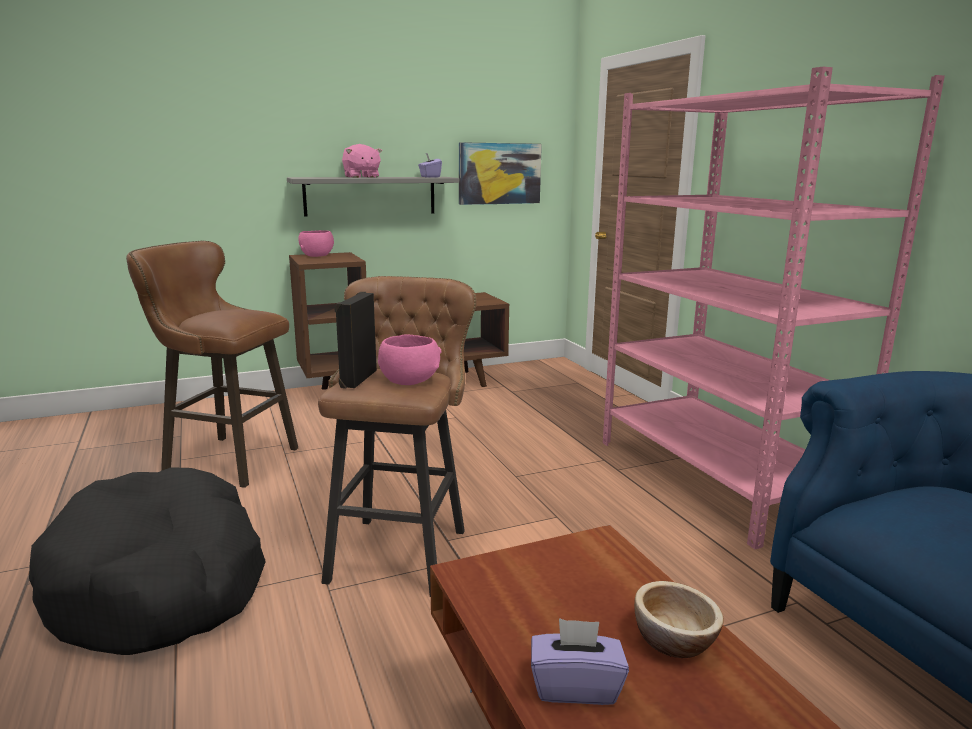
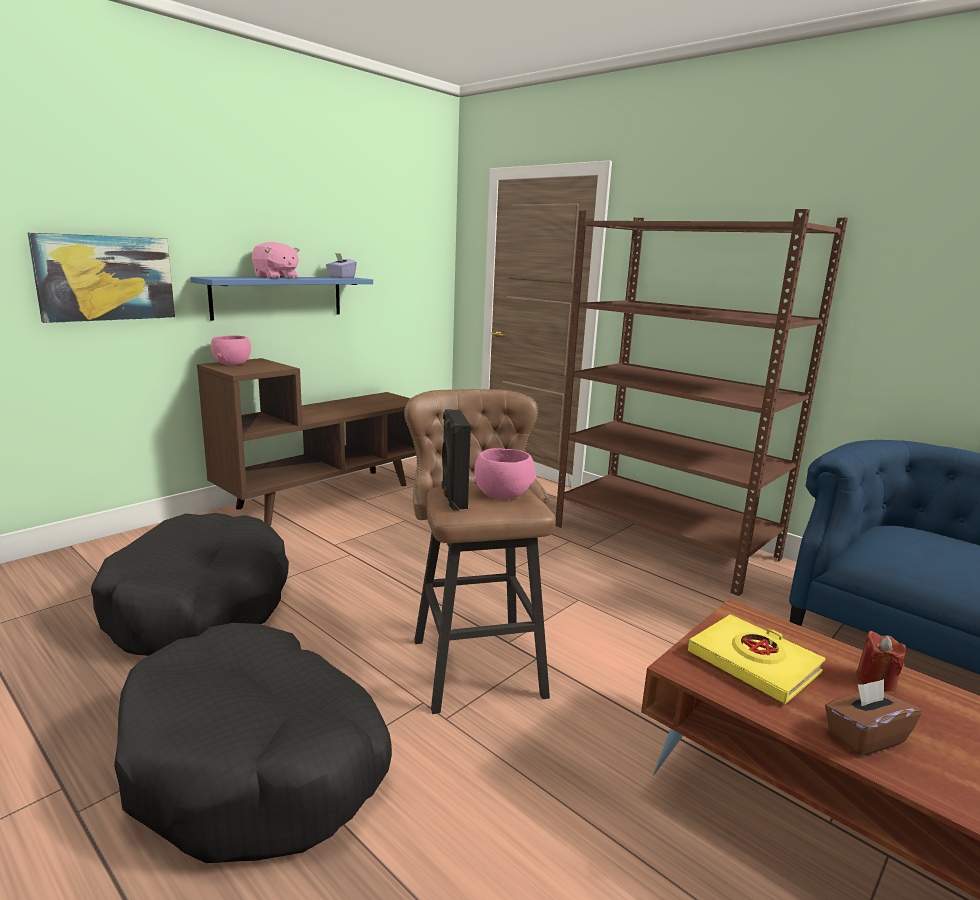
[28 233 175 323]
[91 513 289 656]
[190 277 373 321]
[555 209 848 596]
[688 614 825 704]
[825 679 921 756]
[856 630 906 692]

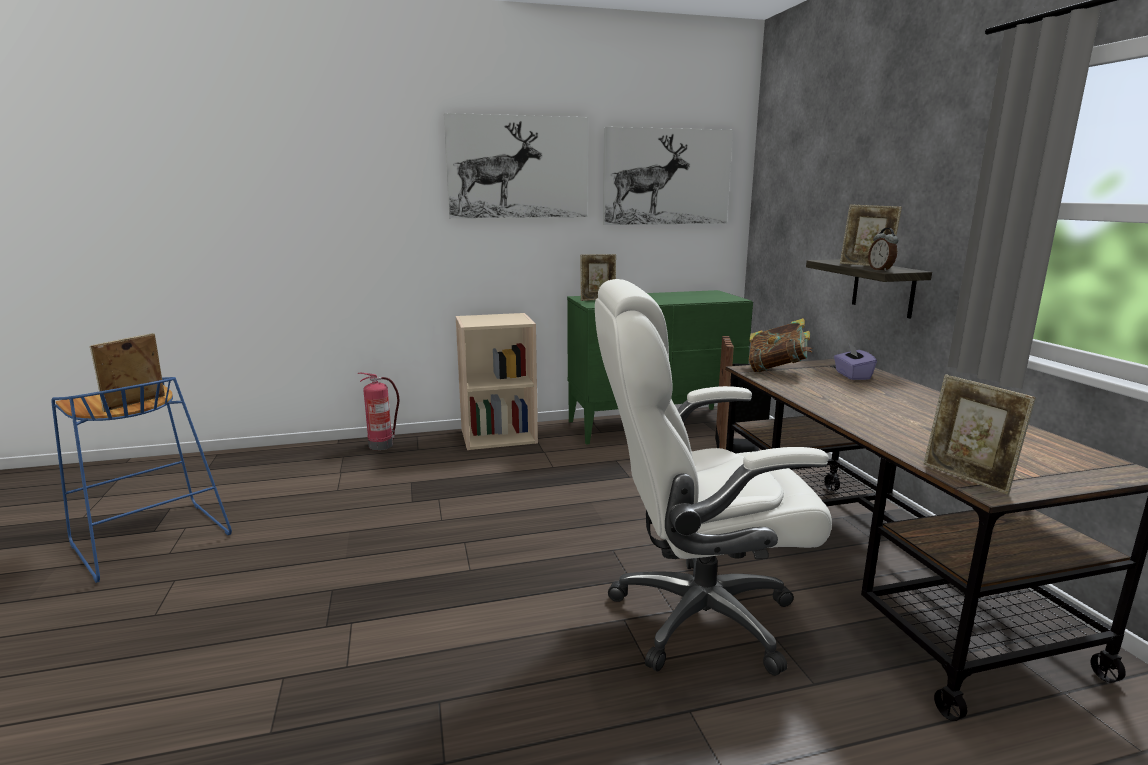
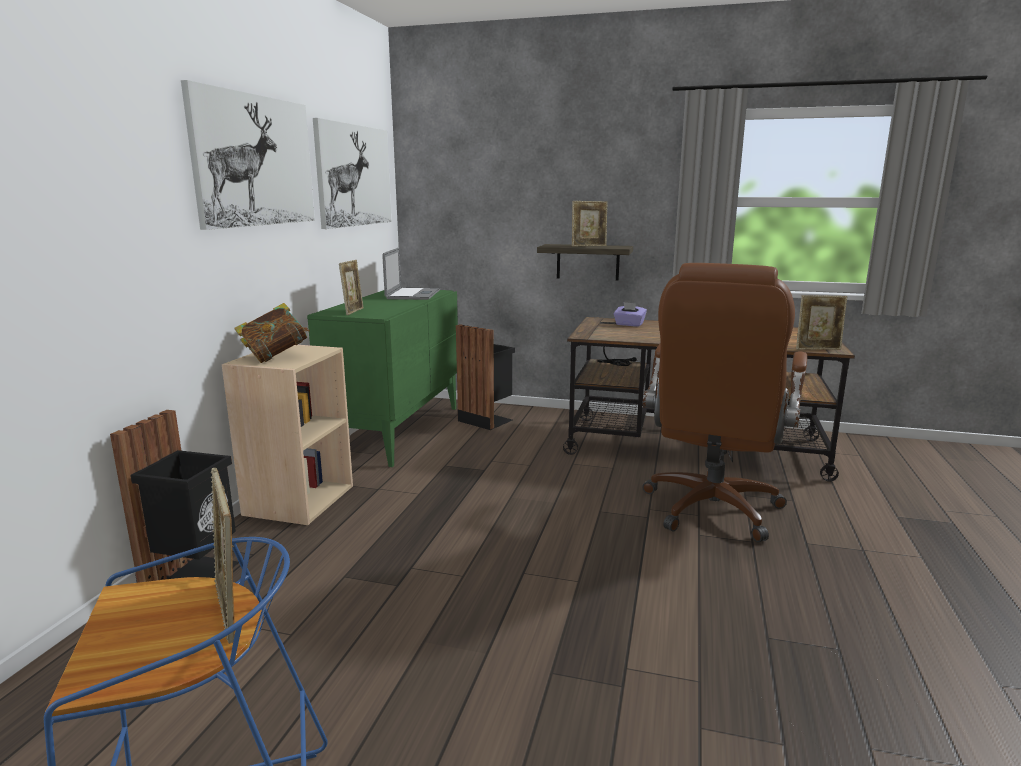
[110 410 239 583]
[234 303 310 363]
[382 248 440 300]
[642 263 807 542]
[868 228 898 272] (first image)

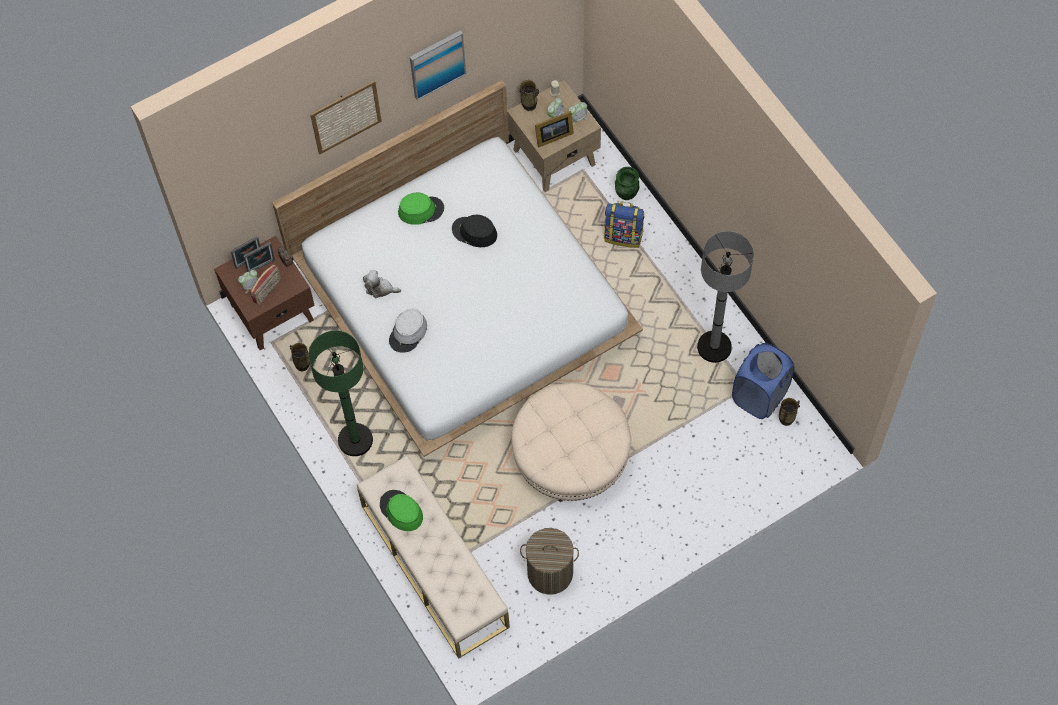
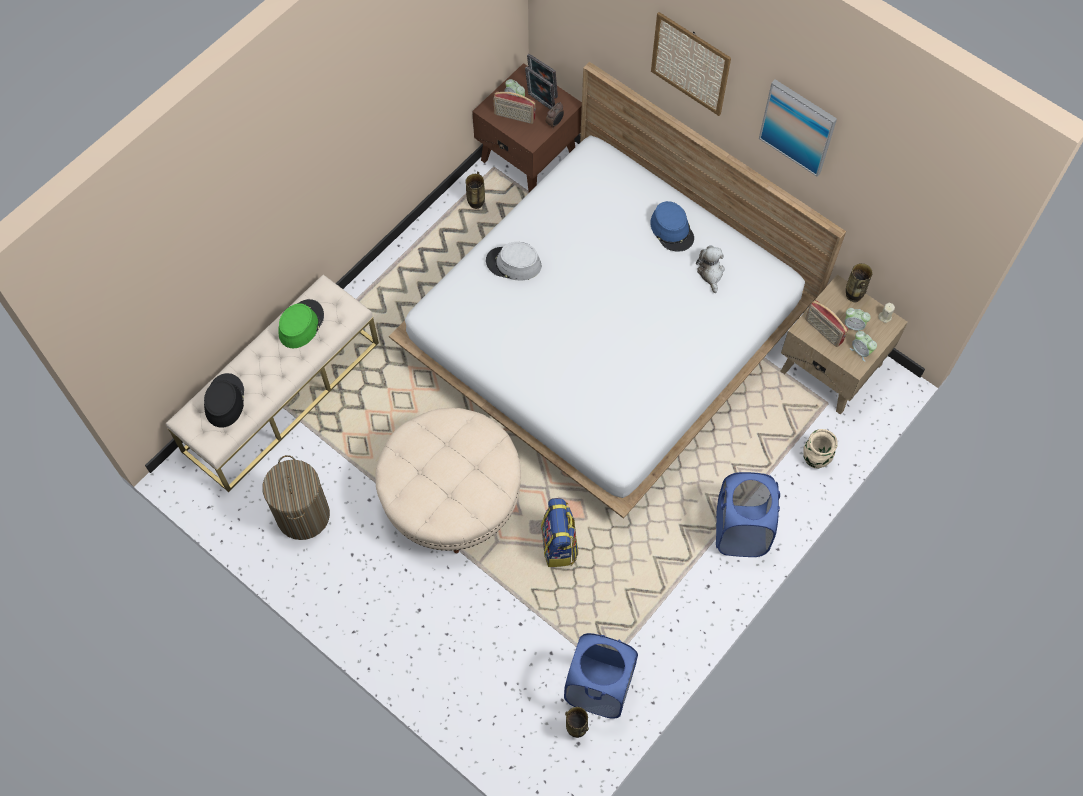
[204 373 244 428]
[541 498 578 567]
[650 201 694 252]
[696 246 725 293]
[716 472 780 557]
[803 429 838 469]
[805 300 848 347]
[308 330 373 456] (first image)
[697 231 754 363] (first image)

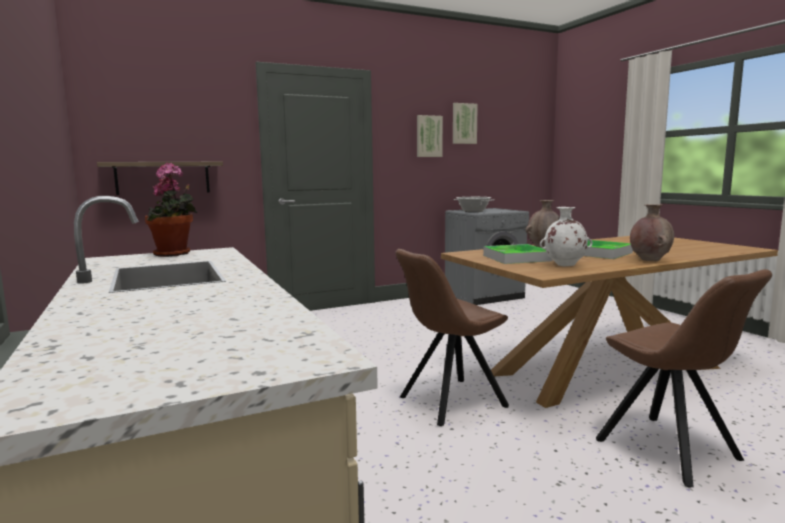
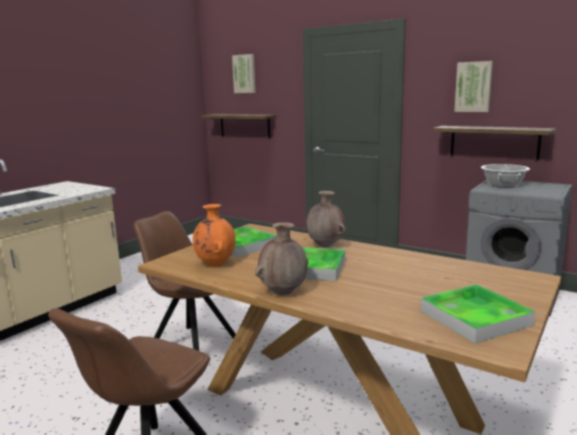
[193 204 236 266]
[232 54 255 93]
[421 284 536 344]
[433 126 556 160]
[145 162 197 257] (first image)

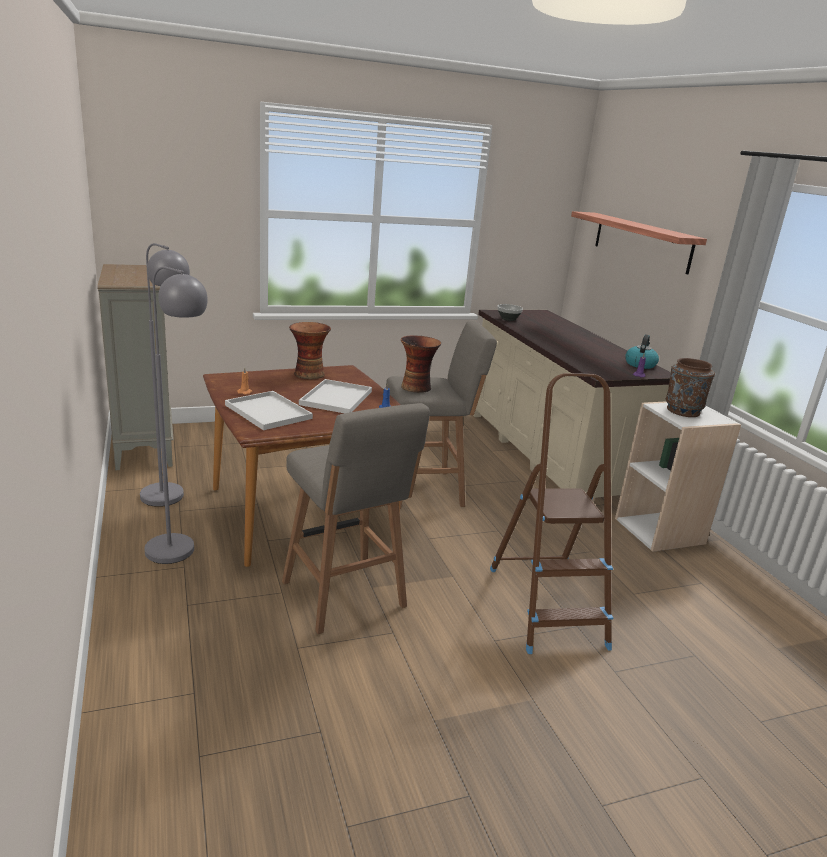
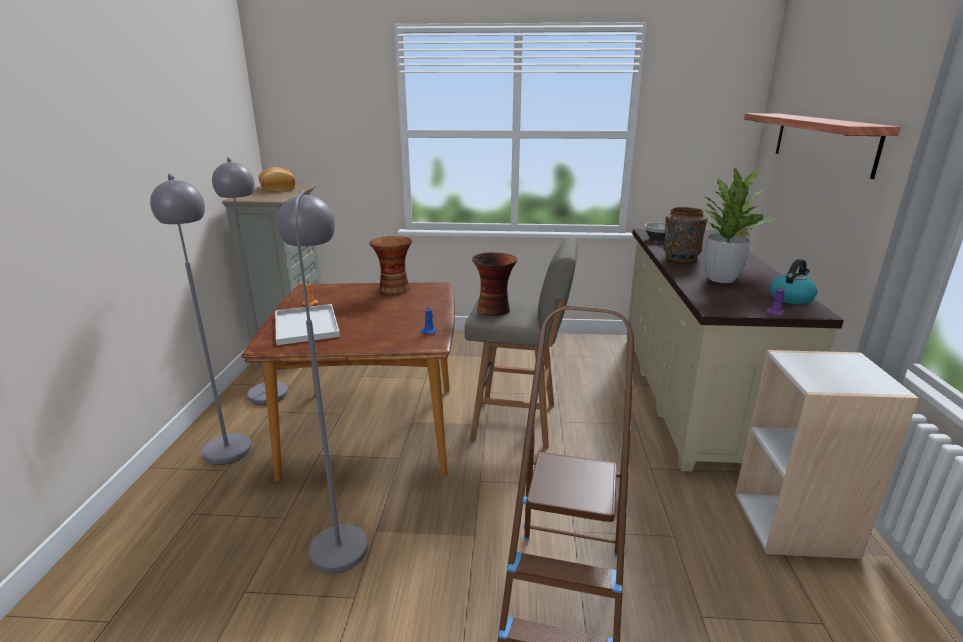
[259 167 295 192]
[277 190 368 573]
[663 207 708 263]
[702 167 776 283]
[299 379 372 413] (first image)

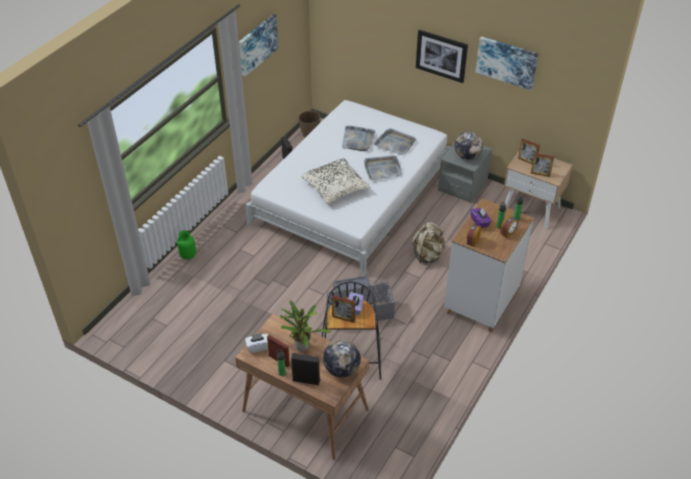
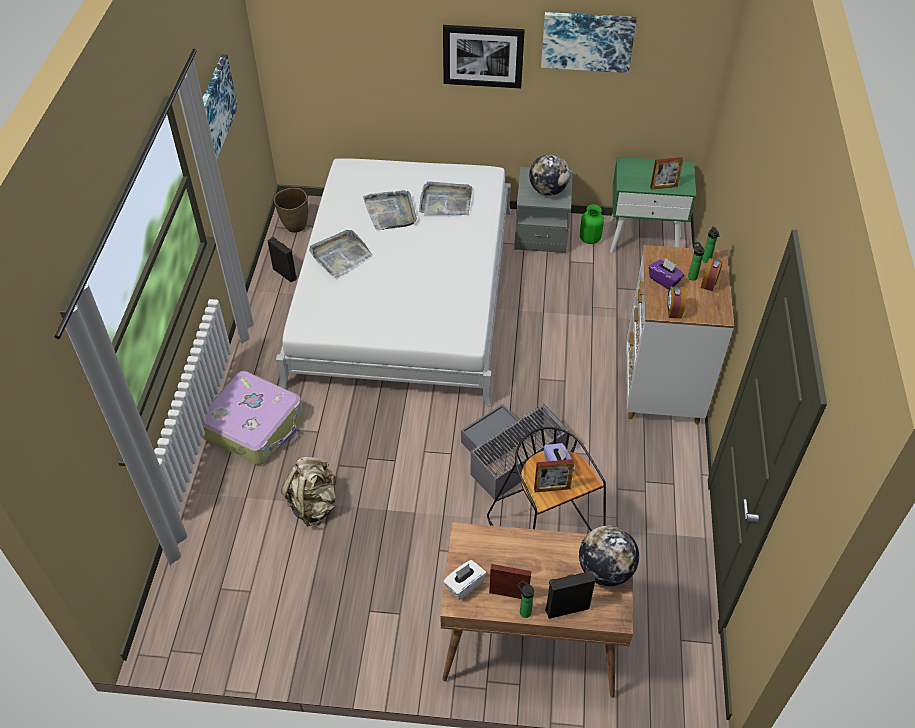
[202 371 303 465]
[281 457 336 527]
[309 230 373 276]
[580 204 604 244]
[610 157 696 253]
[280 300 331 351] (first image)
[302 158 370 204] (first image)
[518 139 540 164] (first image)

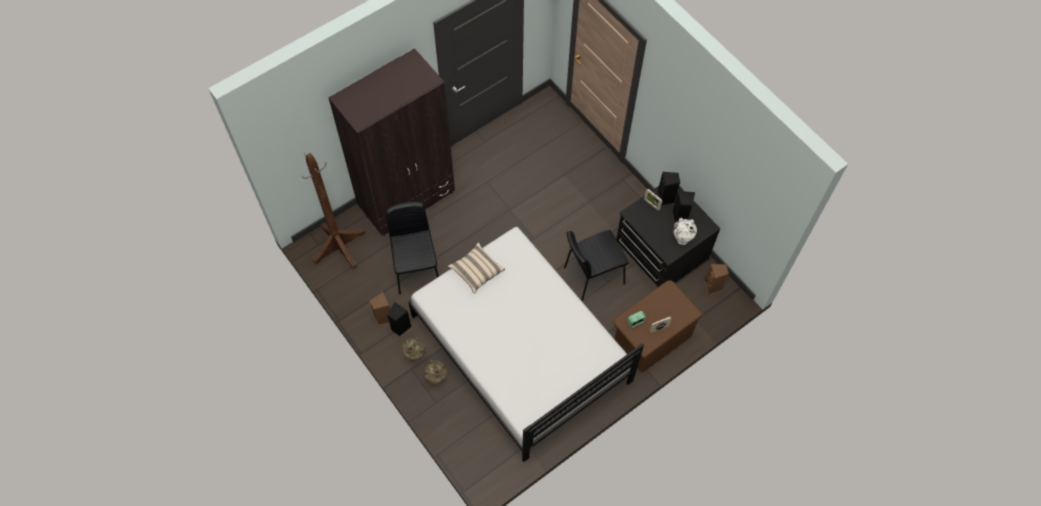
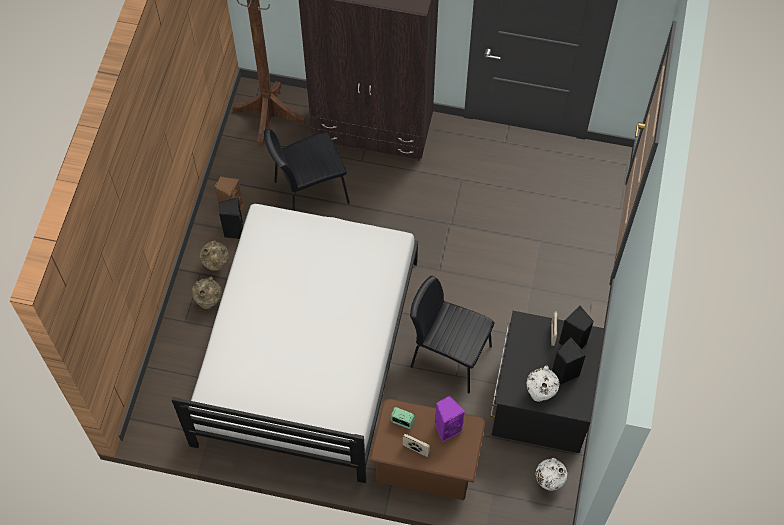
[264 129 350 211]
[435 396 465 443]
[536 458 567 491]
[448 242 505 294] (first image)

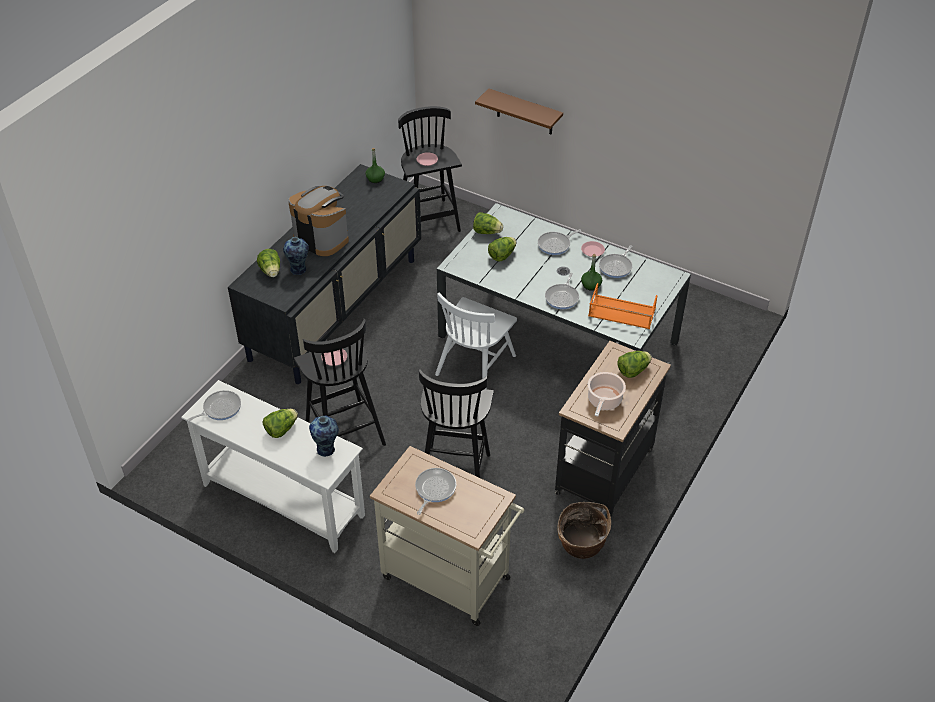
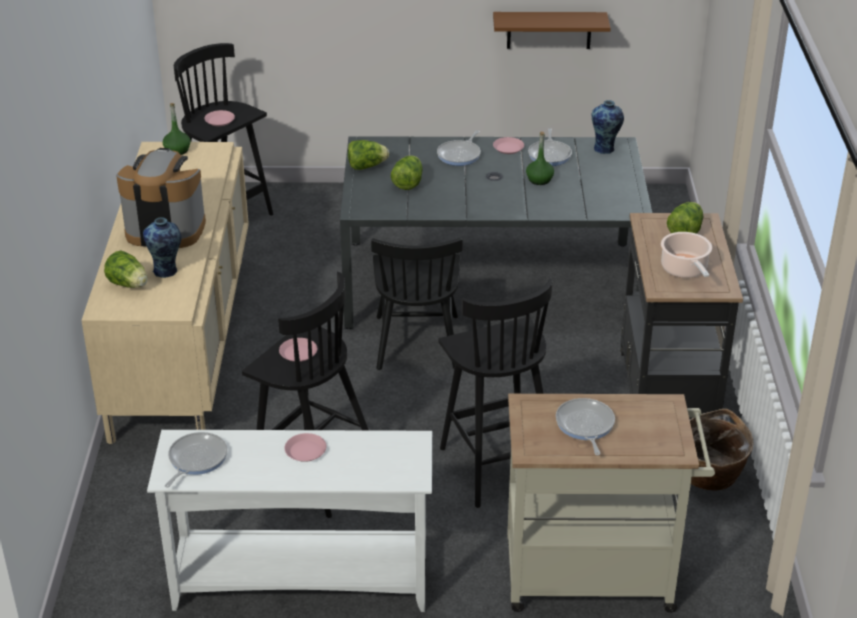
[81 142 249 444]
[284 433 327 462]
[371 238 463 370]
[493 12 611 49]
[592 100 624 154]
[545 273 579 309] (first image)
[588 283 658 329] (first image)

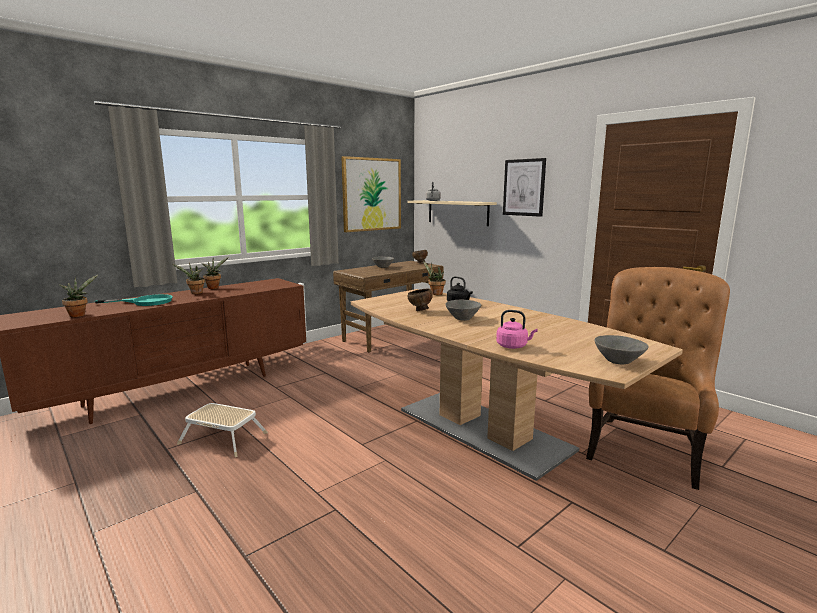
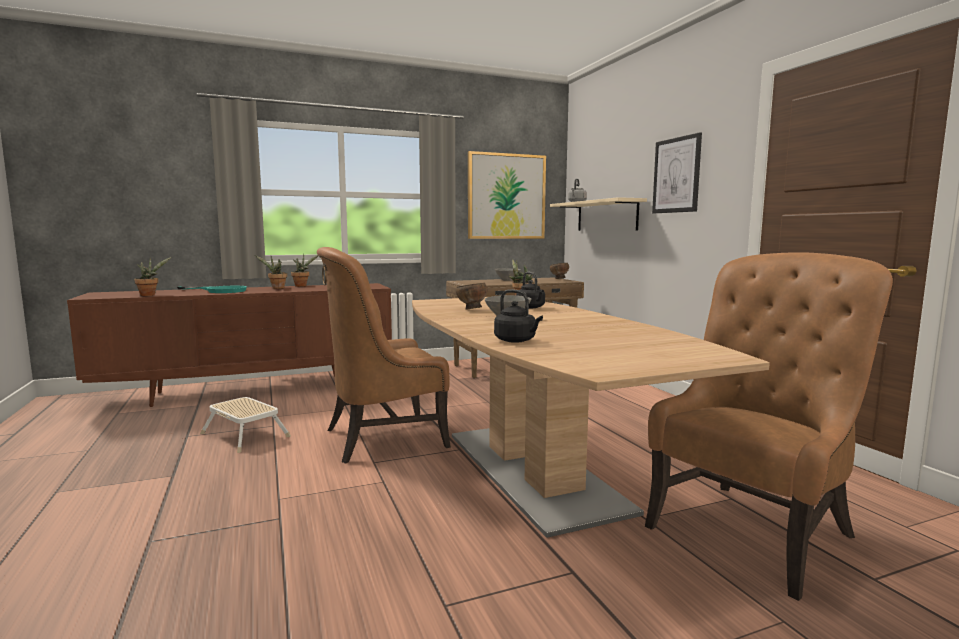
[317 247 451 464]
[494 289 543 343]
[595 335 649 364] (first image)

